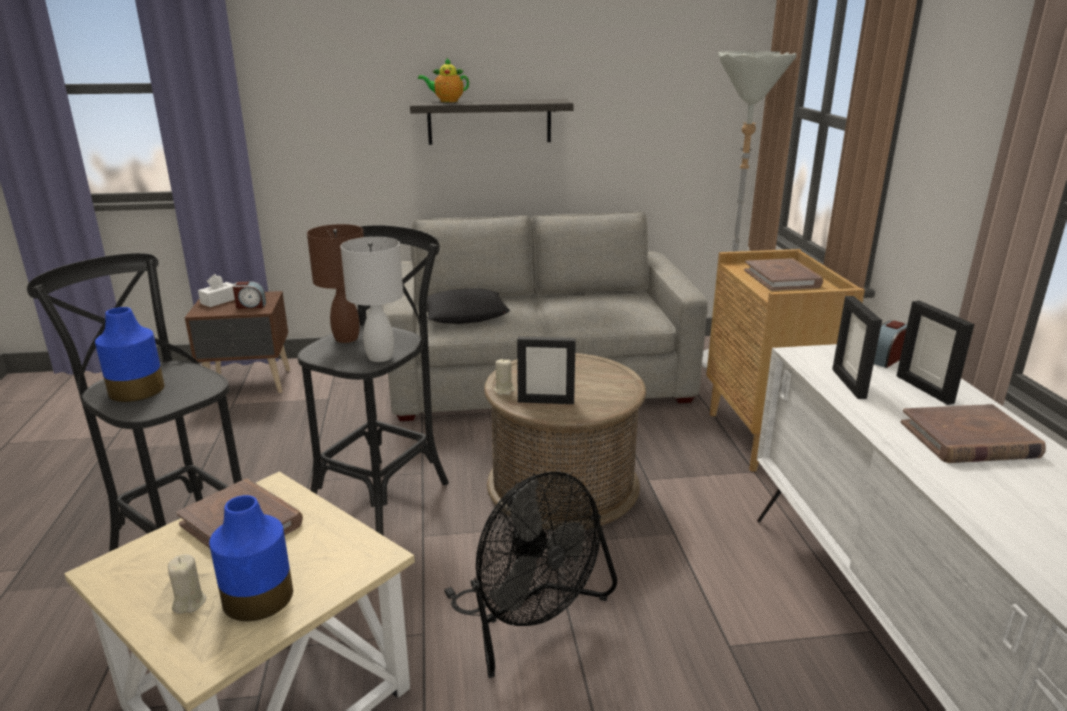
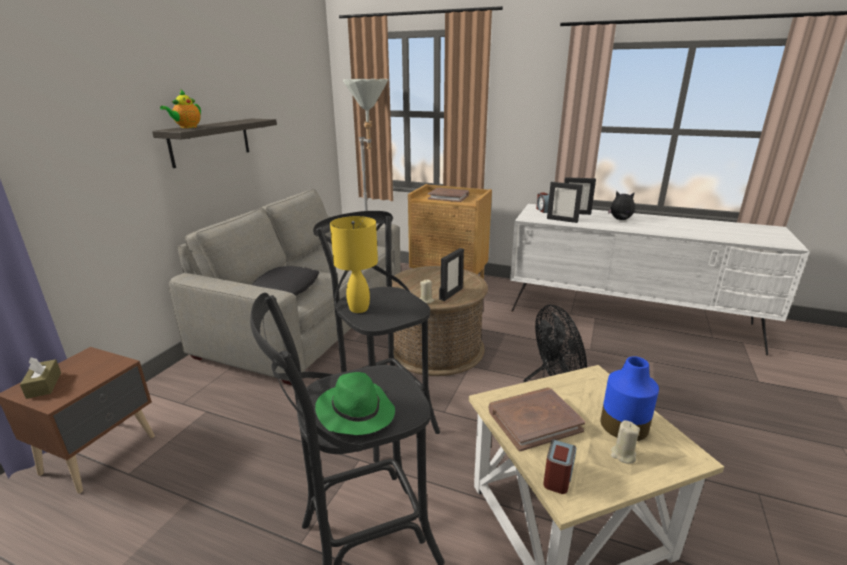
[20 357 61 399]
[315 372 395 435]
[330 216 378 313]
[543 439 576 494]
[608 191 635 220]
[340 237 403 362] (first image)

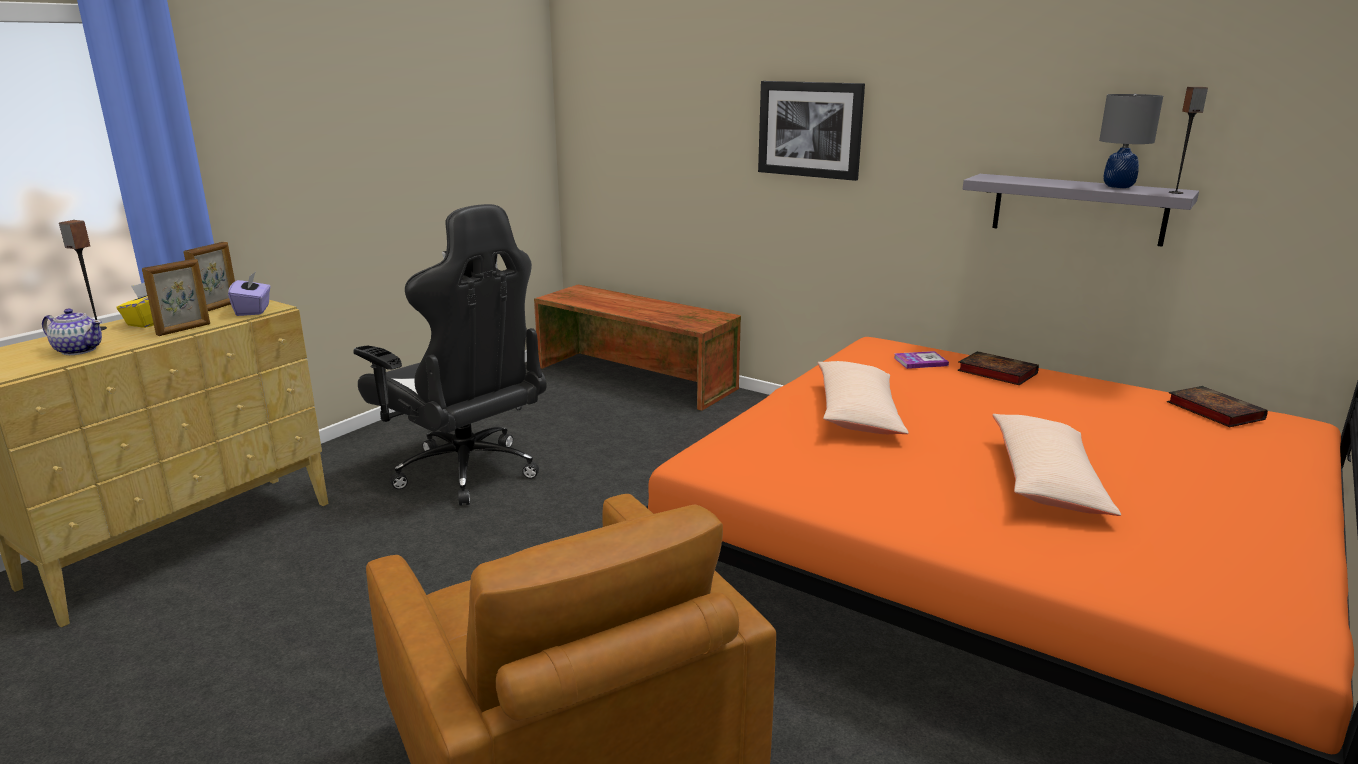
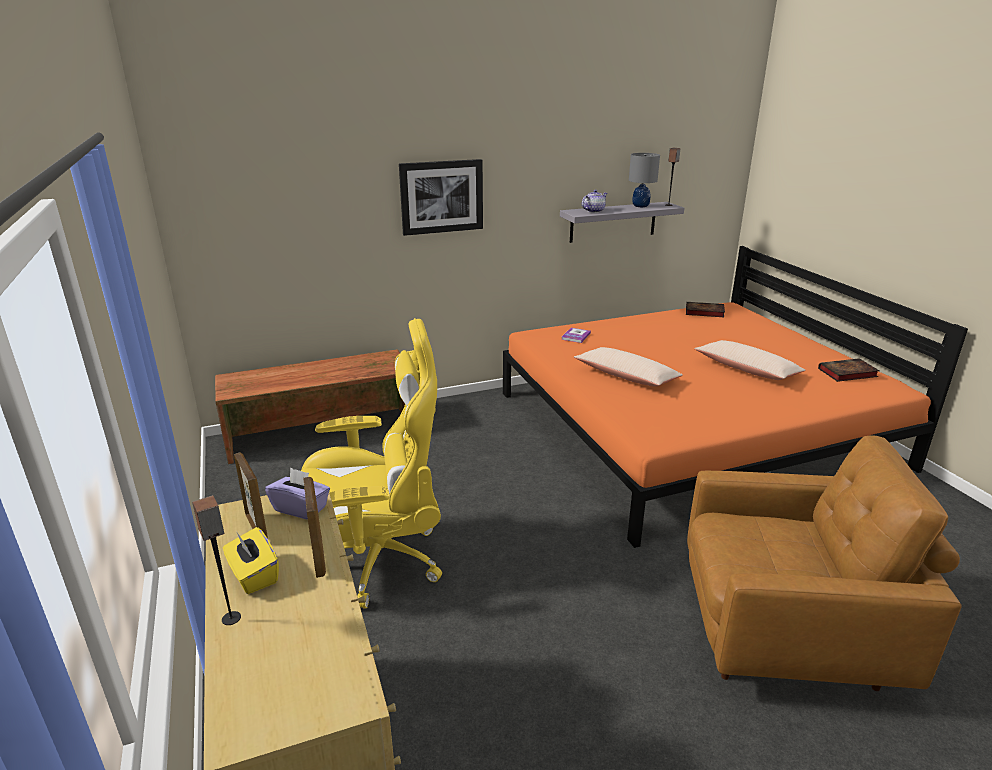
[301 318 442 609]
[582 190 607 213]
[818 358 879 382]

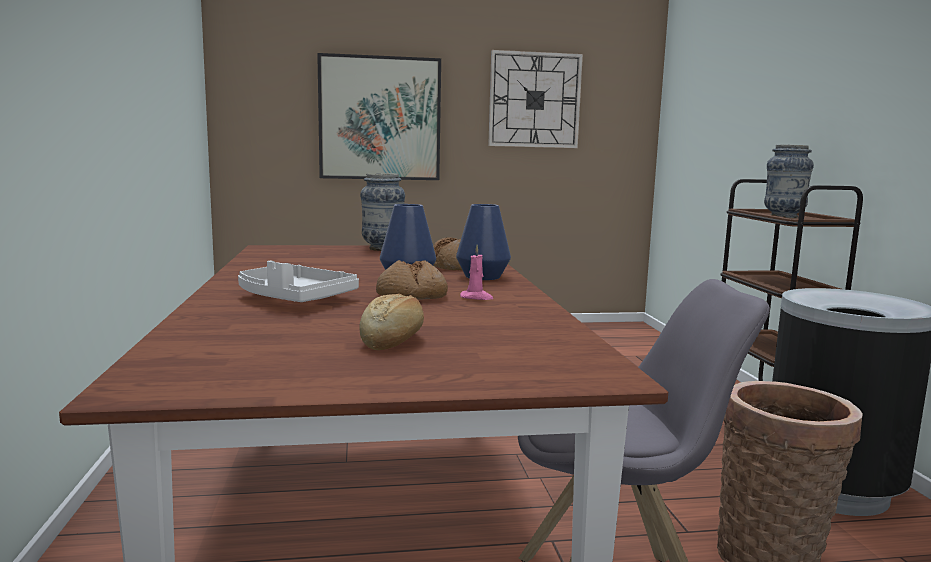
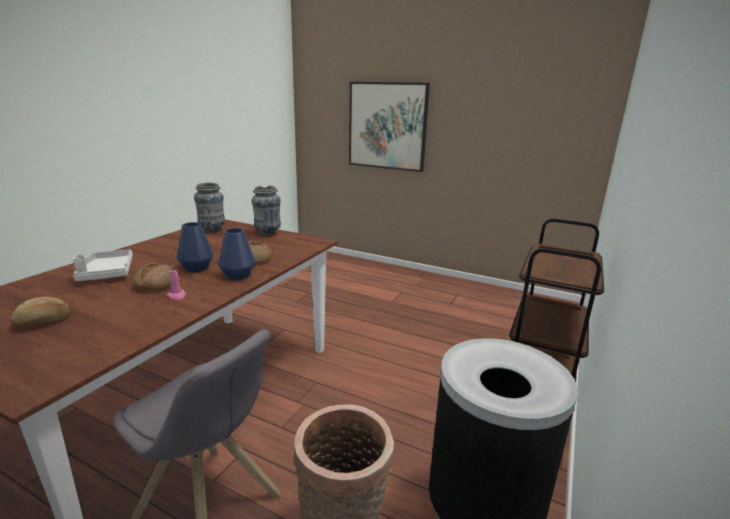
[194 183 225 233]
[488 50 583 148] (first image)

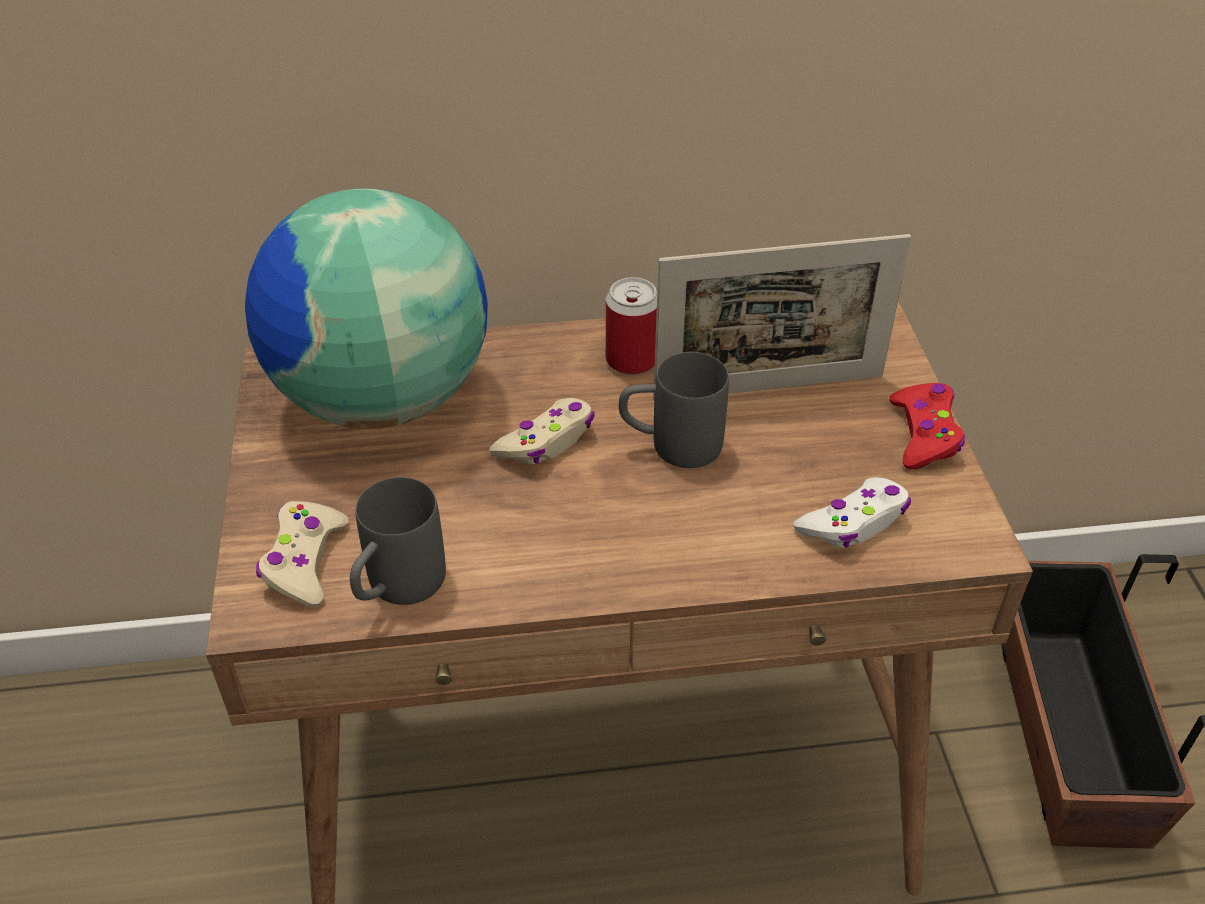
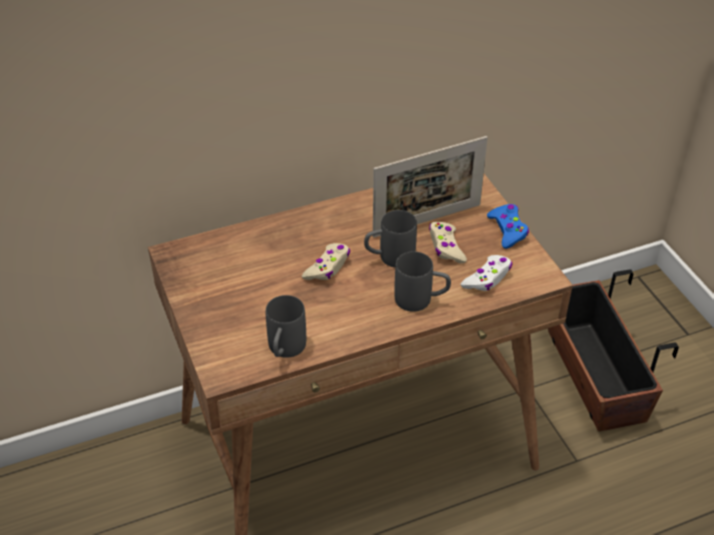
[394 251 451 312]
[429 222 467 263]
[487 204 529 249]
[245 189 488 429] (first image)
[606 277 657 375] (first image)

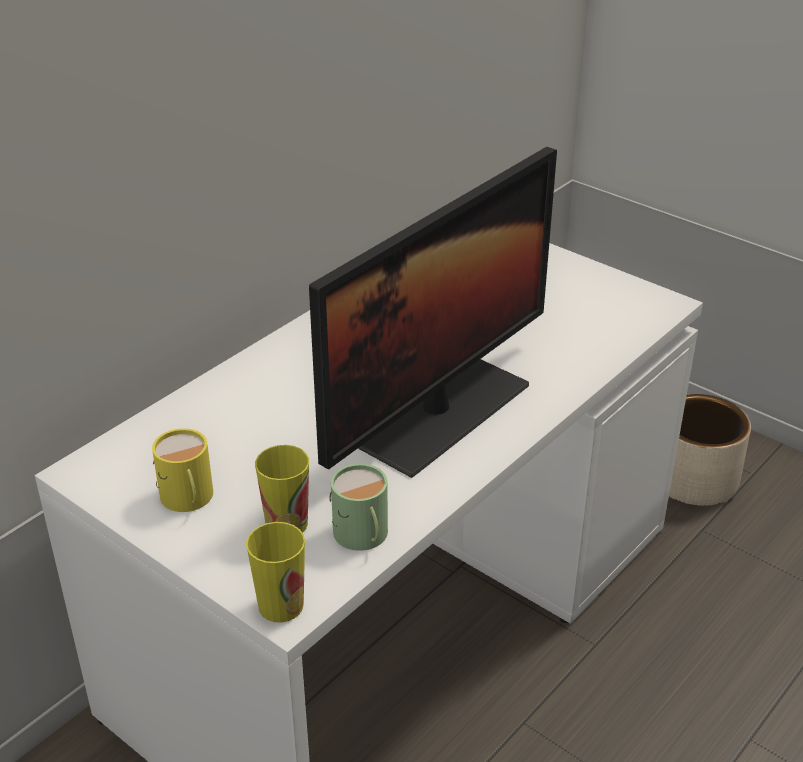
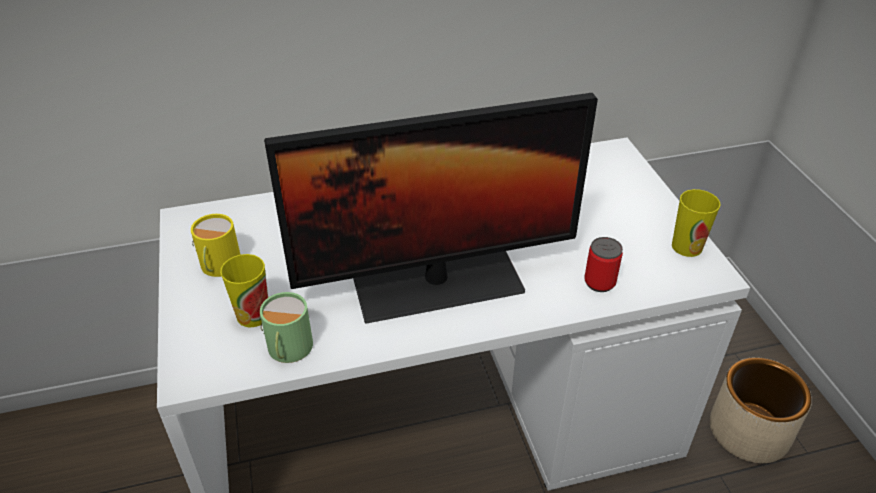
[584 237 623 292]
[672 189 721 257]

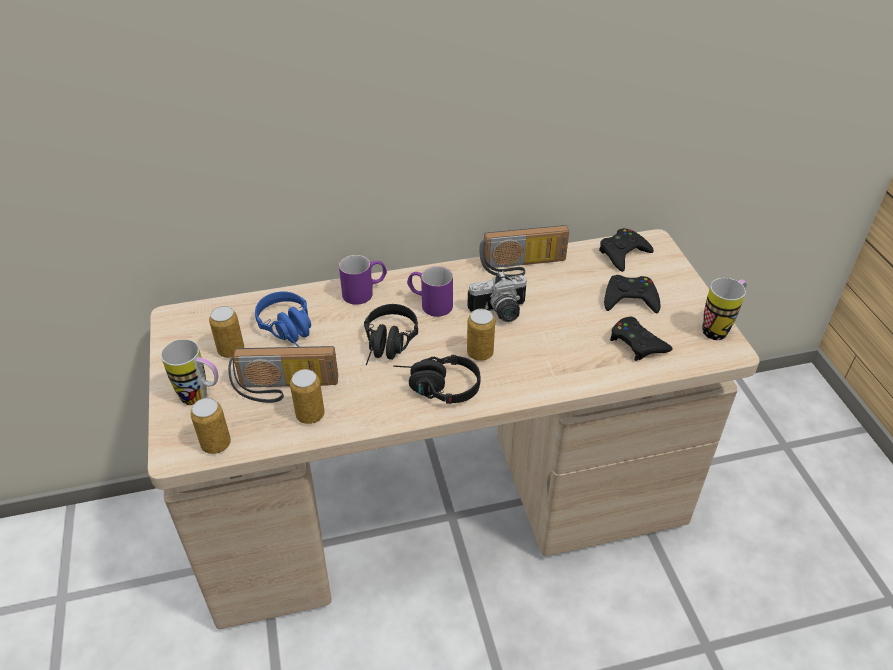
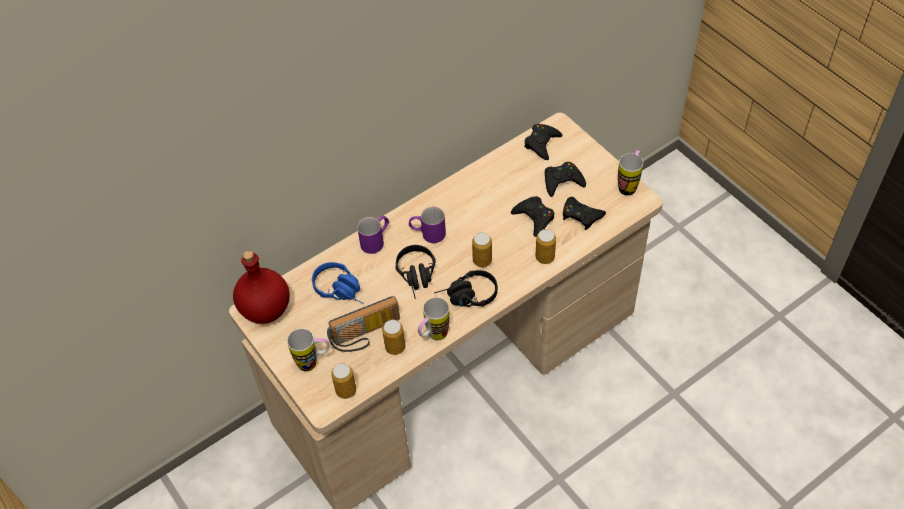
[233 251 290 324]
[418 297 450 340]
[511 196 554 237]
[535 229 556 264]
[467 271 527 322] (first image)
[479 225 569 277] (first image)

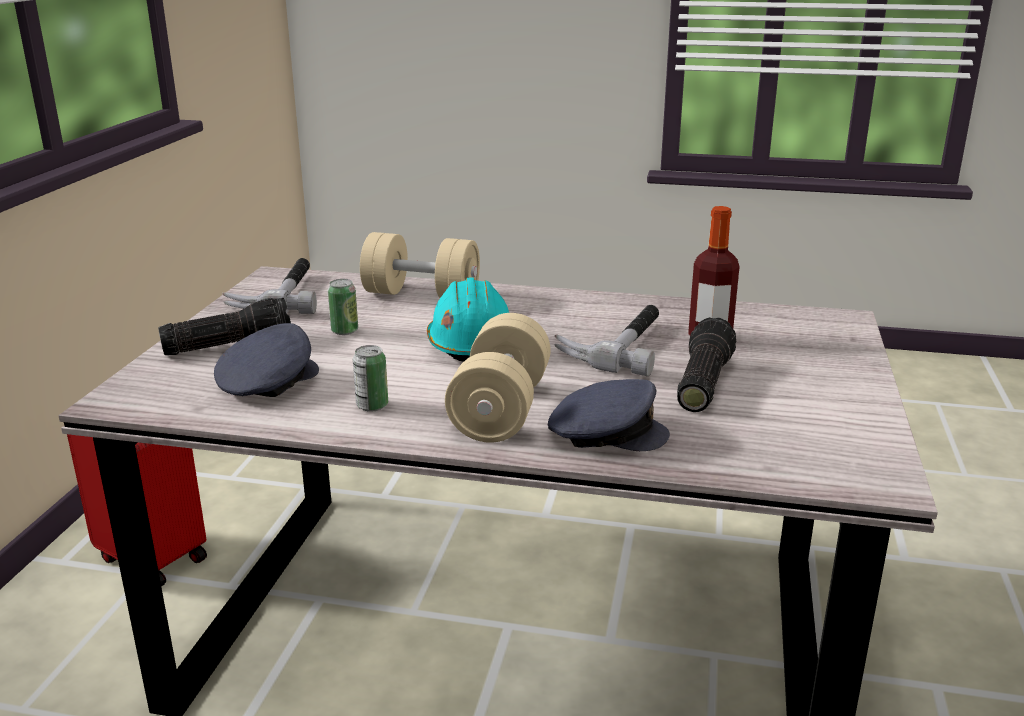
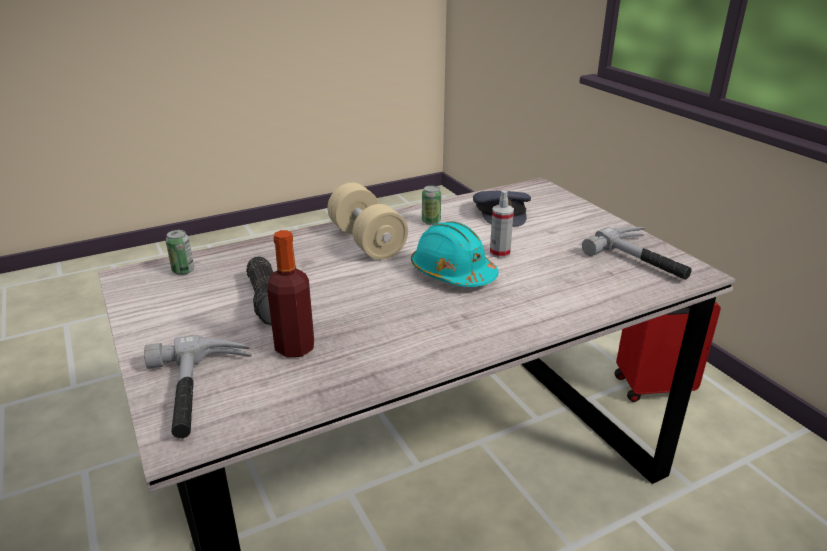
[144 335 252 438]
[166 230 194 275]
[490 191 514 258]
[158 298 291 355] (first image)
[360 232 480 298] (first image)
[548 379 670 451] (first image)

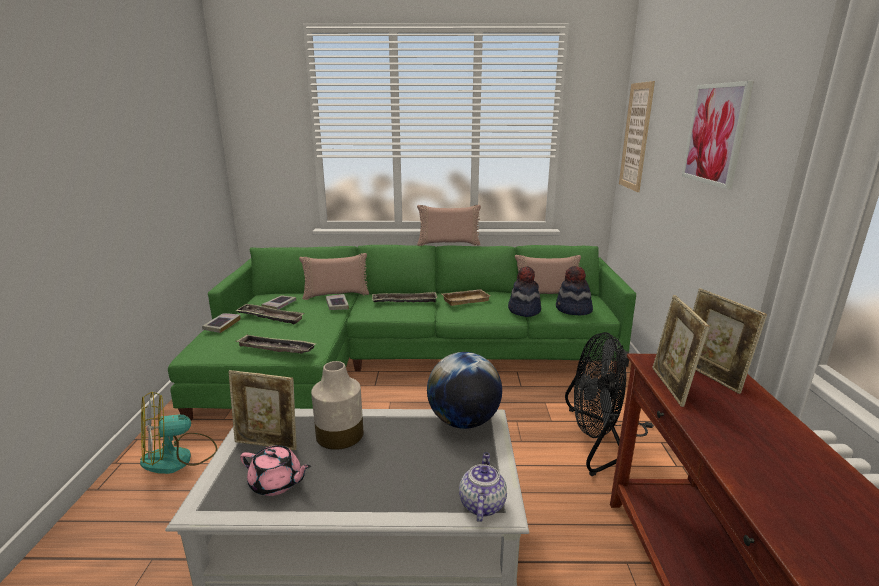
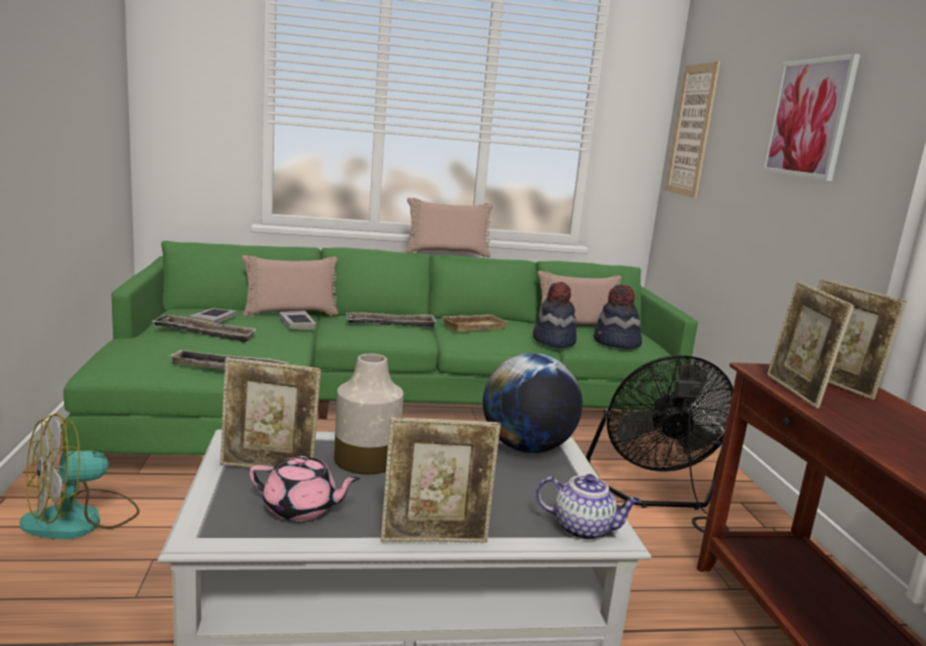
[381 417 501 543]
[536 474 641 540]
[586 355 733 533]
[202 313 241 333] (first image)

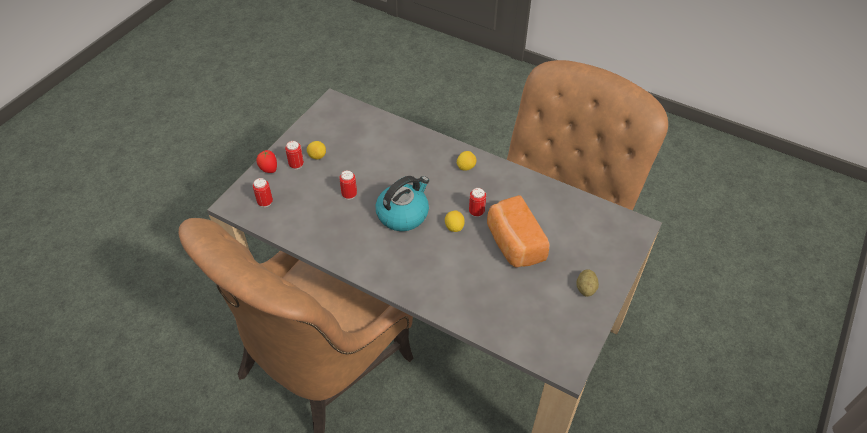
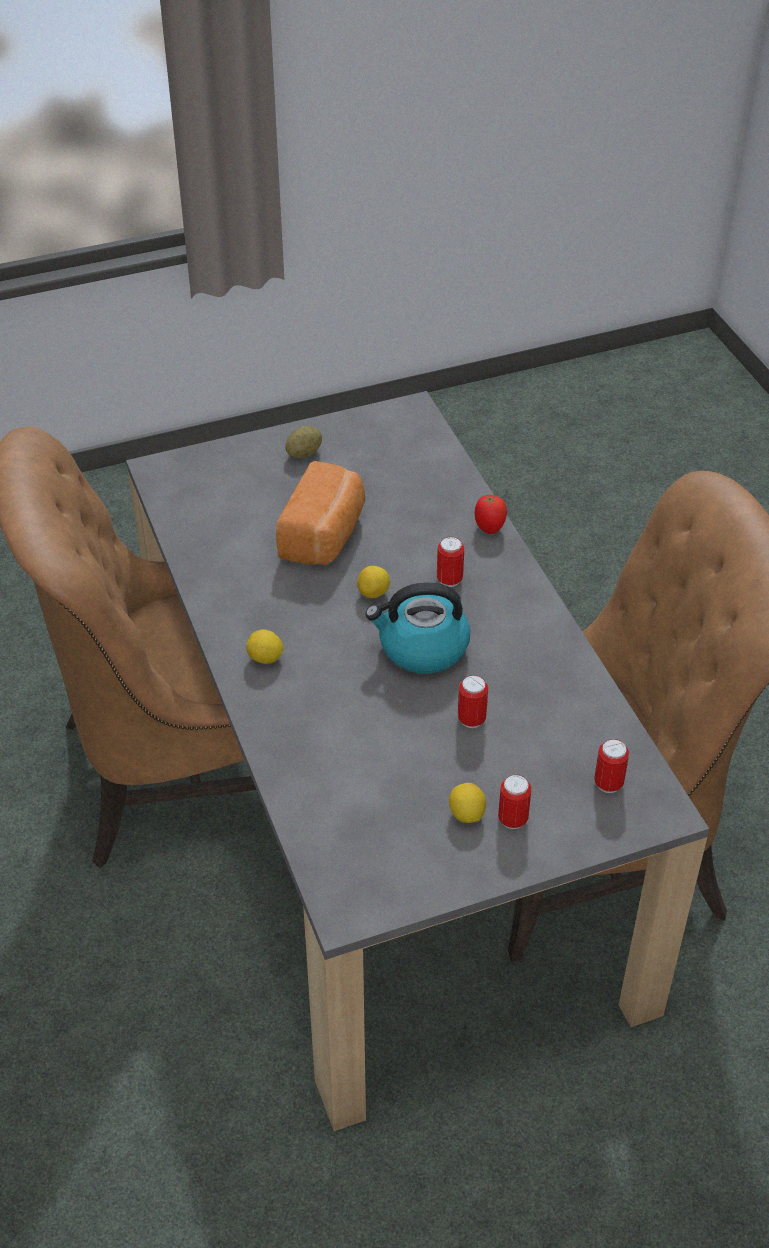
[437 537 464 587]
[475 494 507 534]

